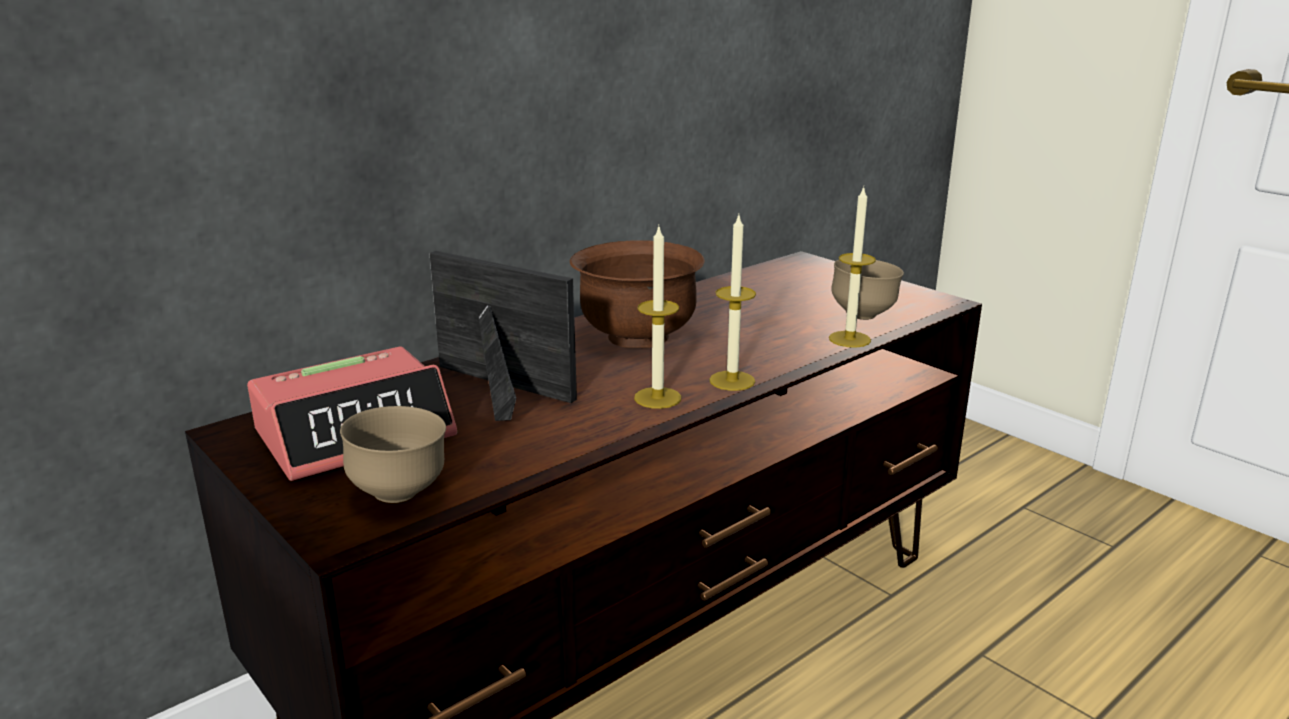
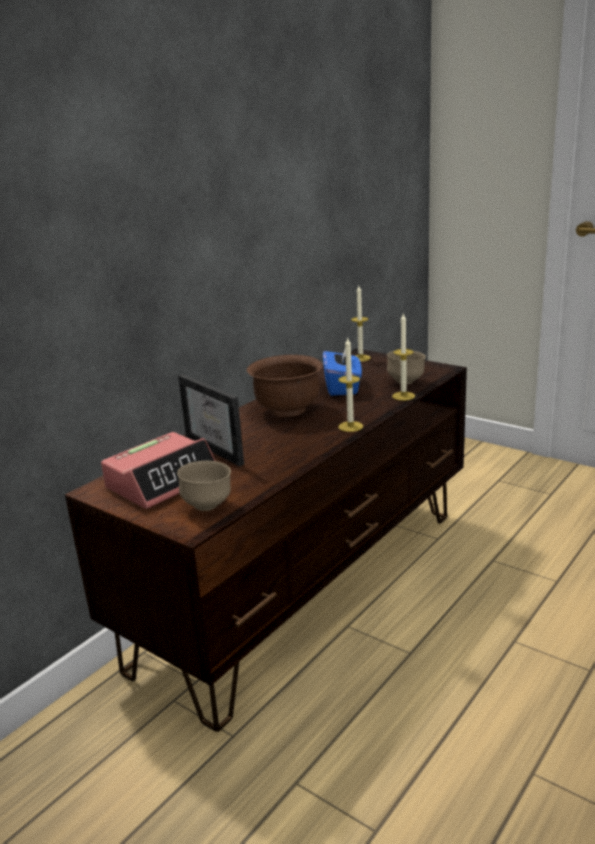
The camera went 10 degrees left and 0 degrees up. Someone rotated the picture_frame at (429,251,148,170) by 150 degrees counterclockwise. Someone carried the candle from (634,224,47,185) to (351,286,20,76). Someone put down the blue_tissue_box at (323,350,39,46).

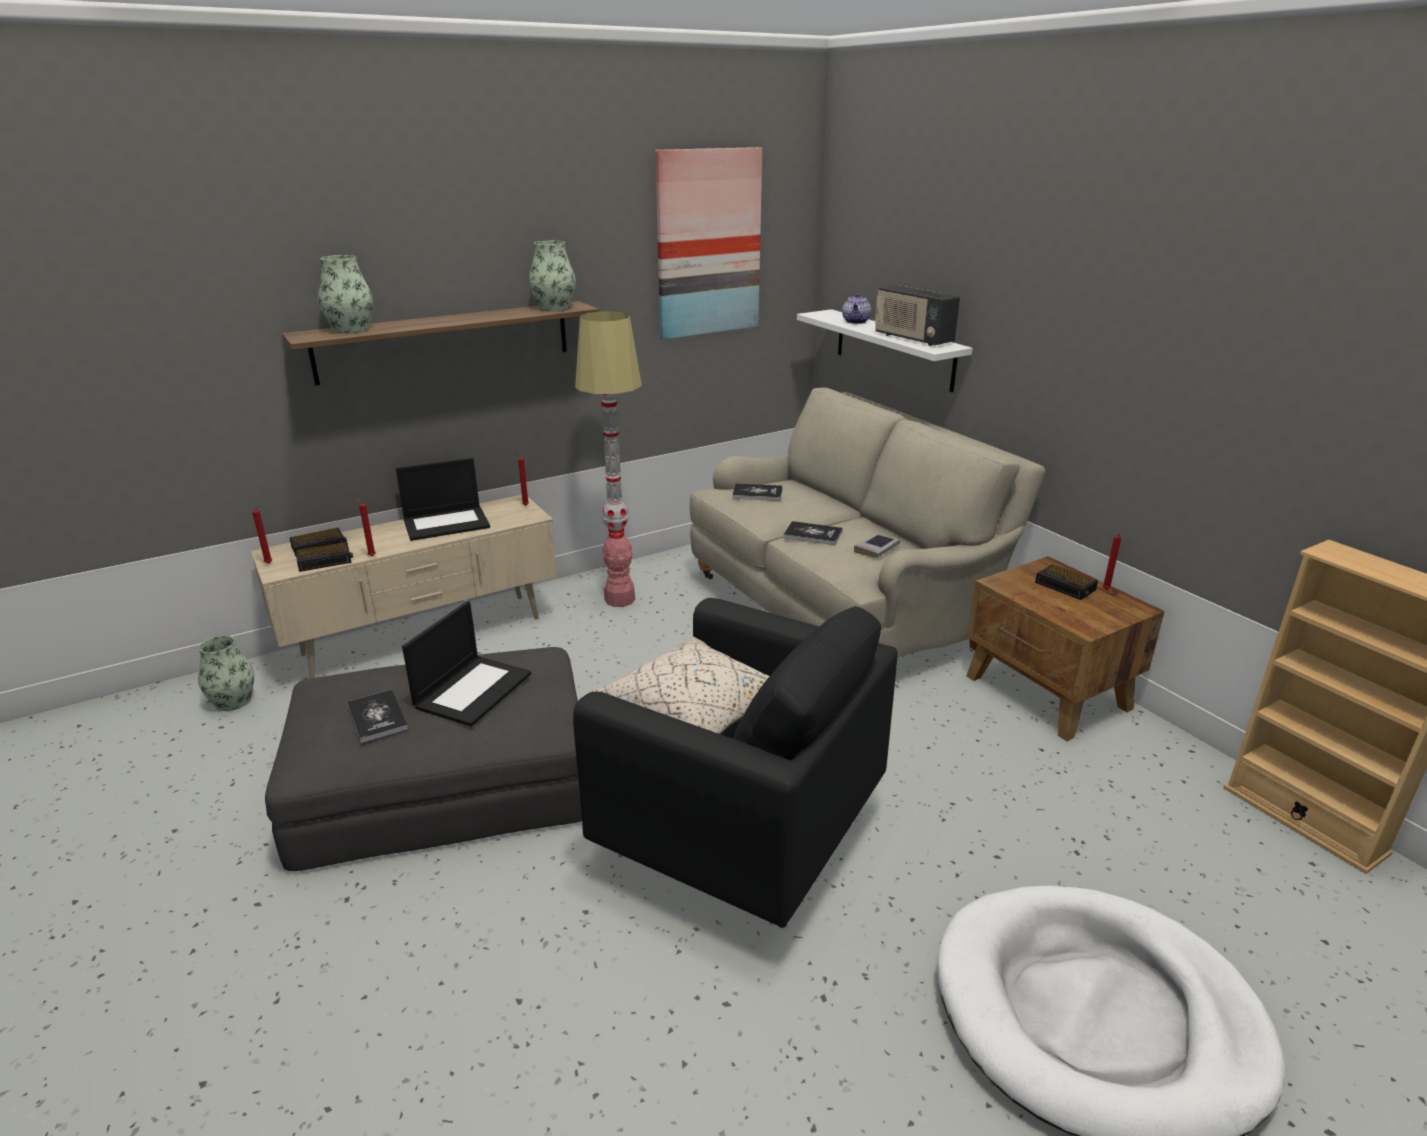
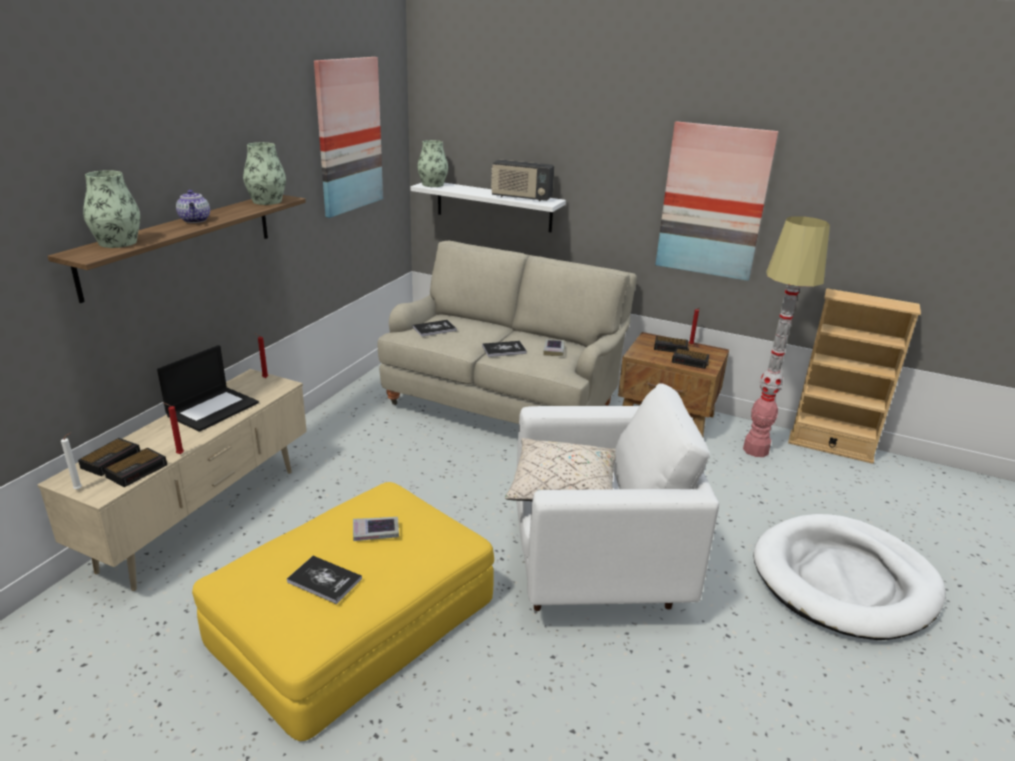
The camera went 35 degrees left and 0 degrees up. Someone carried the vase from (198,636,56,75) to (417,140,31,47). Someone repainted the red_candle at (252,505,20,59), which became the white_candle at (61,433,21,57). Someone repainted the grey_ottoman at (265,647,317,224), which became the yellow_ottoman at (192,482,302,259). Someone swapped the laptop at (402,601,129,125) for the book at (353,517,46,24). Someone repainted the black_armchair at (573,598,324,330), which became the white_armchair at (516,383,203,228). Someone carried the floor_lamp from (575,311,67,296) to (743,216,87,241). Someone carried the teapot from (842,293,29,31) to (176,190,34,33). Someone put up the picture at (655,121,124,160). Someone put down the alarm_clock at (672,348,37,21).

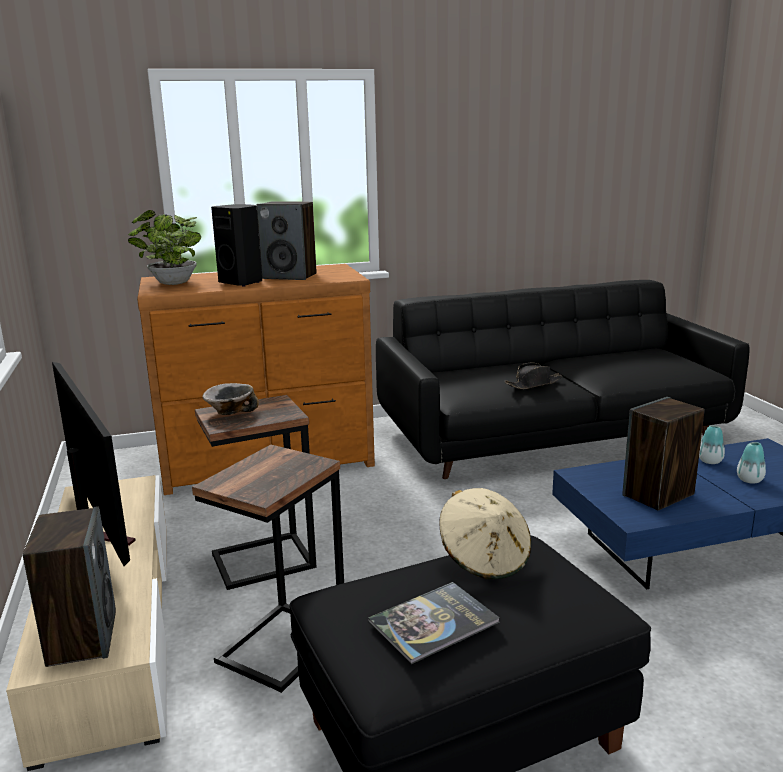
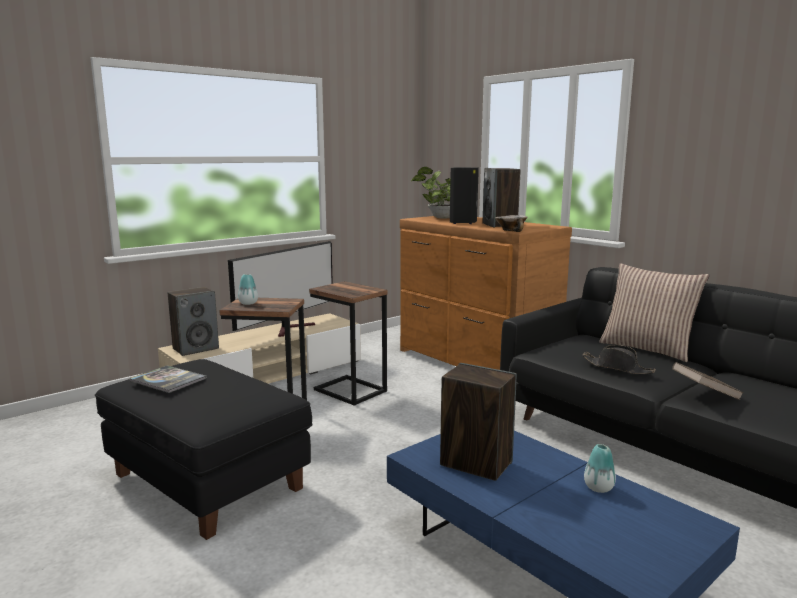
The camera went 65 degrees right and 5 degrees down. Someone carried the bowl from (202,383,57,32) to (495,215,33,17). Someone took away the beige_hat at (439,488,92,91). Someone carried the vase from (737,442,29,42) to (238,274,20,31). Someone put down the pillow at (599,263,110,99). Someone put down the brown_book at (672,362,72,38).

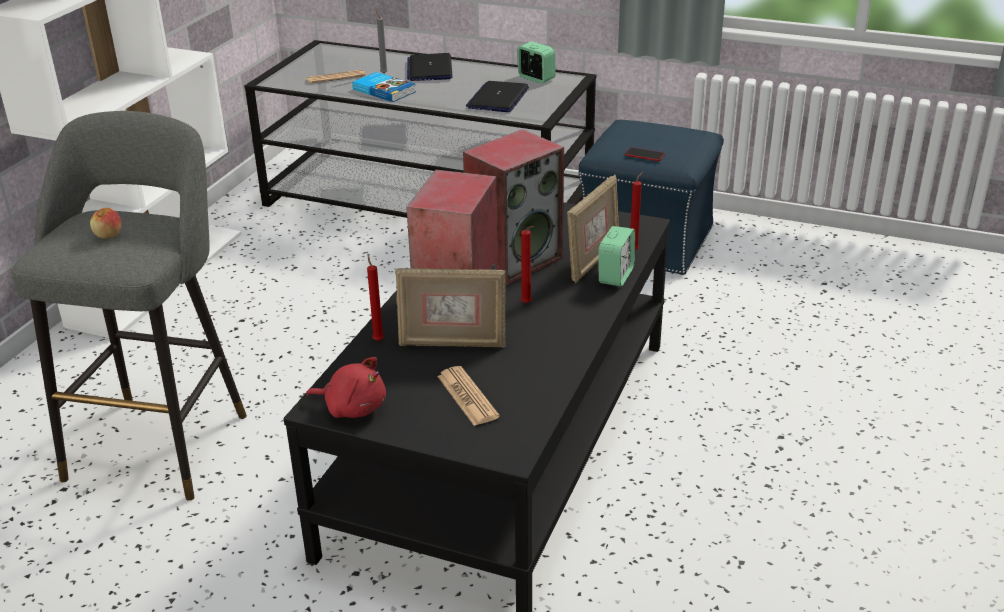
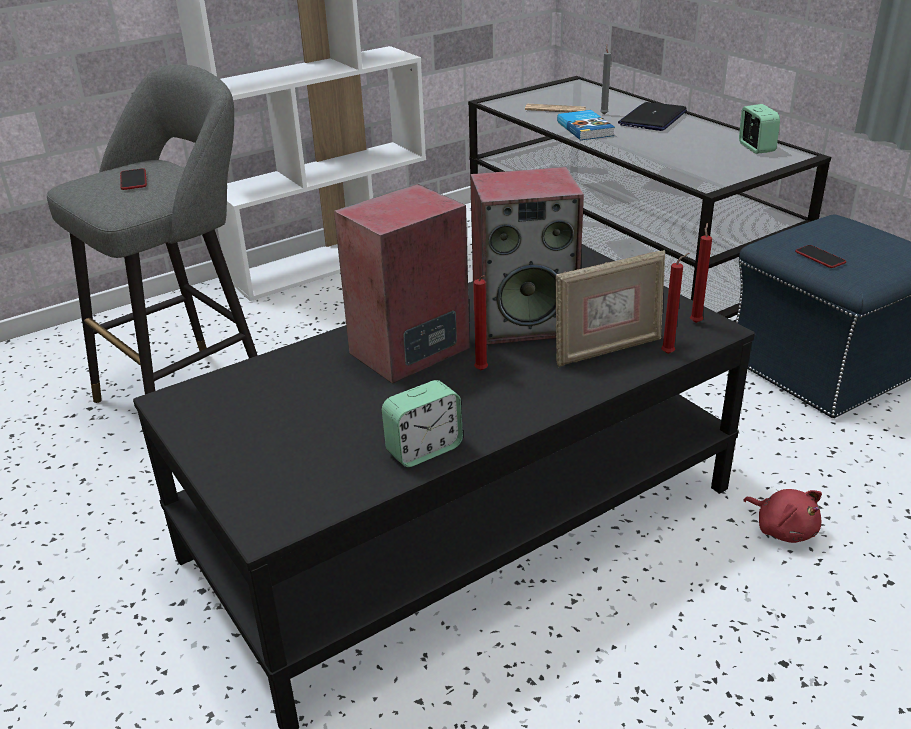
The camera went 35 degrees right and 0 degrees up. Someone swapped the apple at (90,208,32,31) for the phone at (120,168,27,22). Someone carried the red_plush_toy from (306,357,80,61) to (743,489,79,54). Someone carried the red_candle from (367,255,17,86) to (690,223,22,100). Someone took away the picture_frame at (395,268,111,80). Someone took away the newspaper at (437,366,63,60). Someone took away the laptop at (466,81,63,31). Someone carried the alarm_clock from (598,226,37,60) to (382,380,81,87).

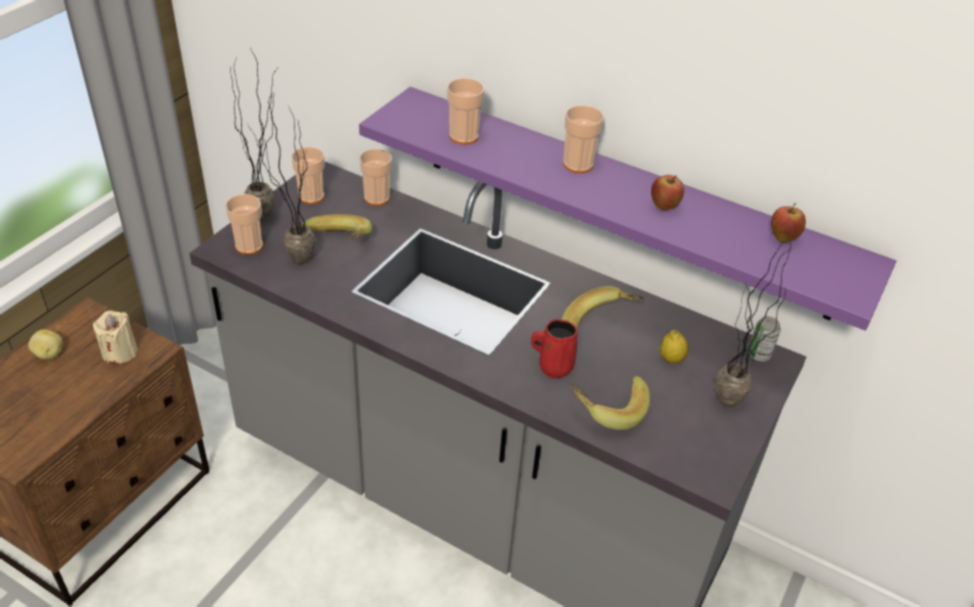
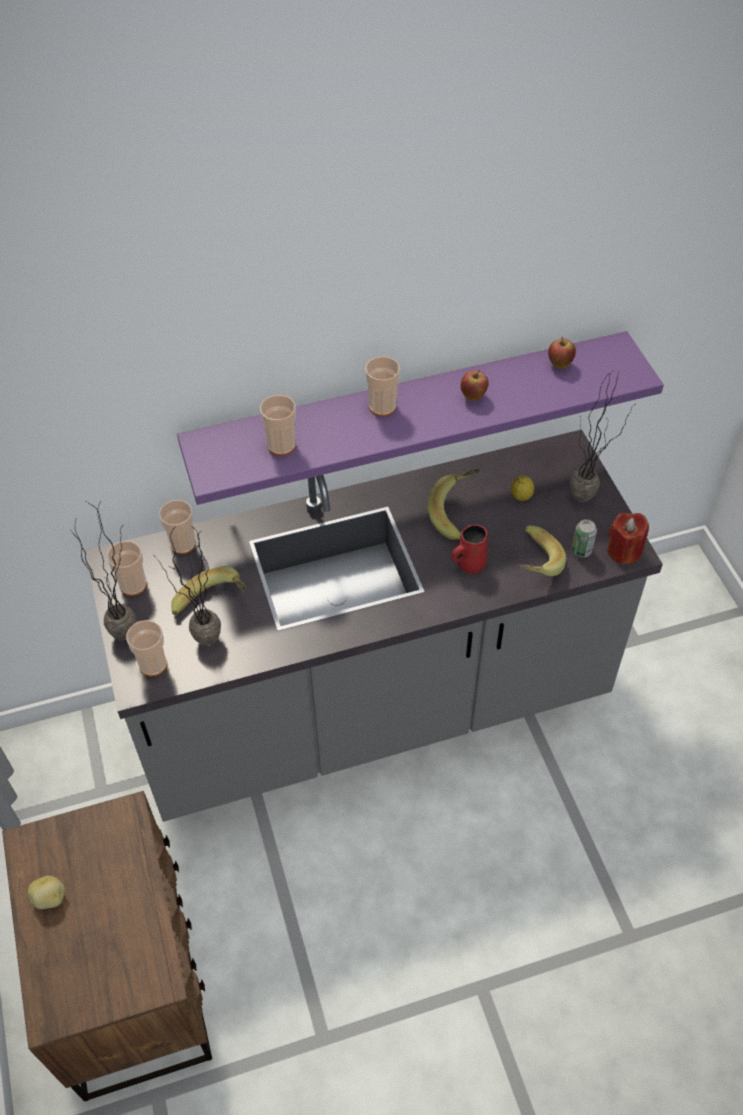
The camera went 45 degrees left and 10 degrees up. Someone took away the beige_candle at (93,311,44,53). Someone carried the can from (748,316,33,46) to (572,519,25,39). Someone put down the red_candle at (607,513,42,52).

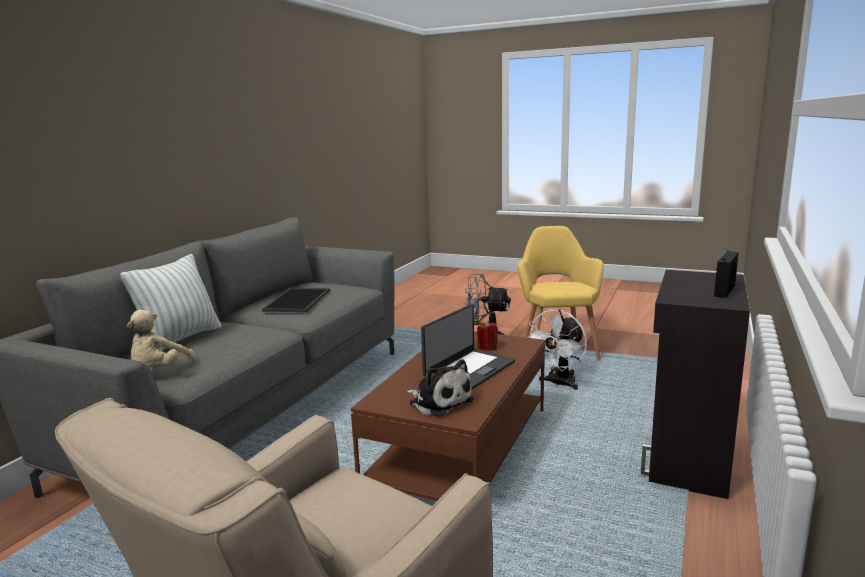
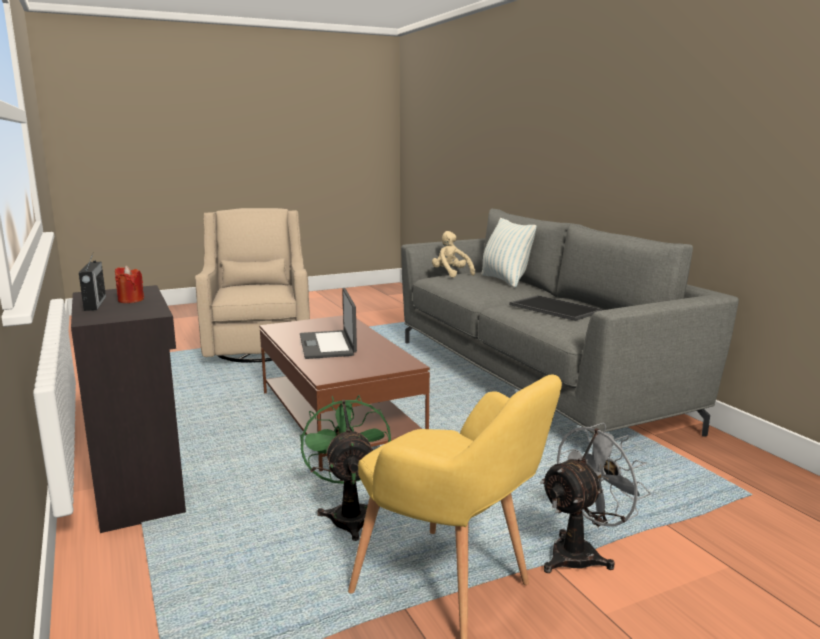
The camera went 130 degrees right and 0 degrees up. Someone took away the plush_toy at (407,359,67,58). Someone carried the red_candle from (477,321,21,30) to (115,266,29,37). Someone repainted the white_fan at (527,309,60,81), which became the green_fan at (300,395,91,146).

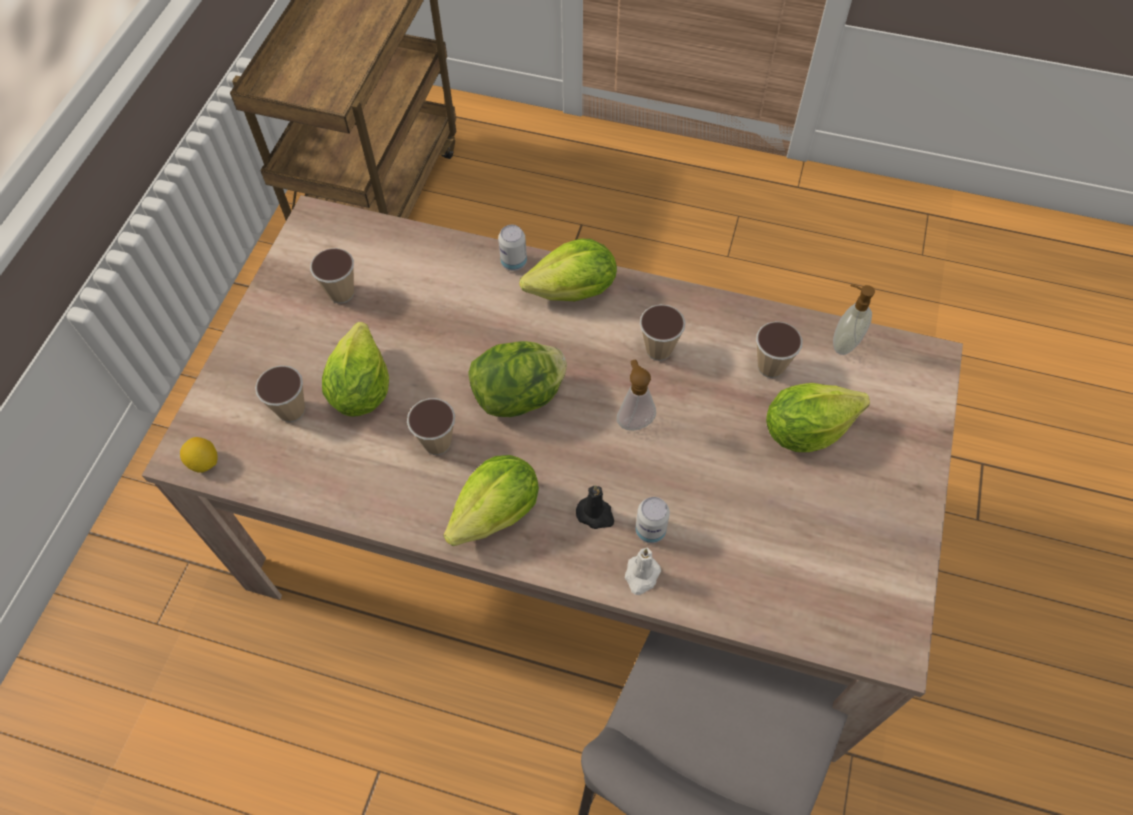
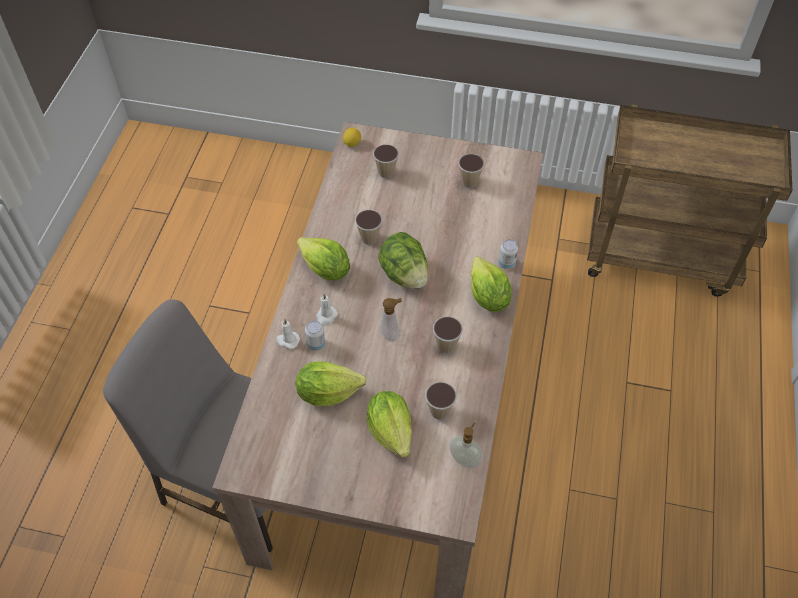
The camera went 85 degrees right and 5 degrees down. Someone carried the lettuce from (322,322,67,94) to (296,361,70,45). Someone repainted the black_candle at (576,485,38,44), which became the white_candle at (316,294,22,32).

